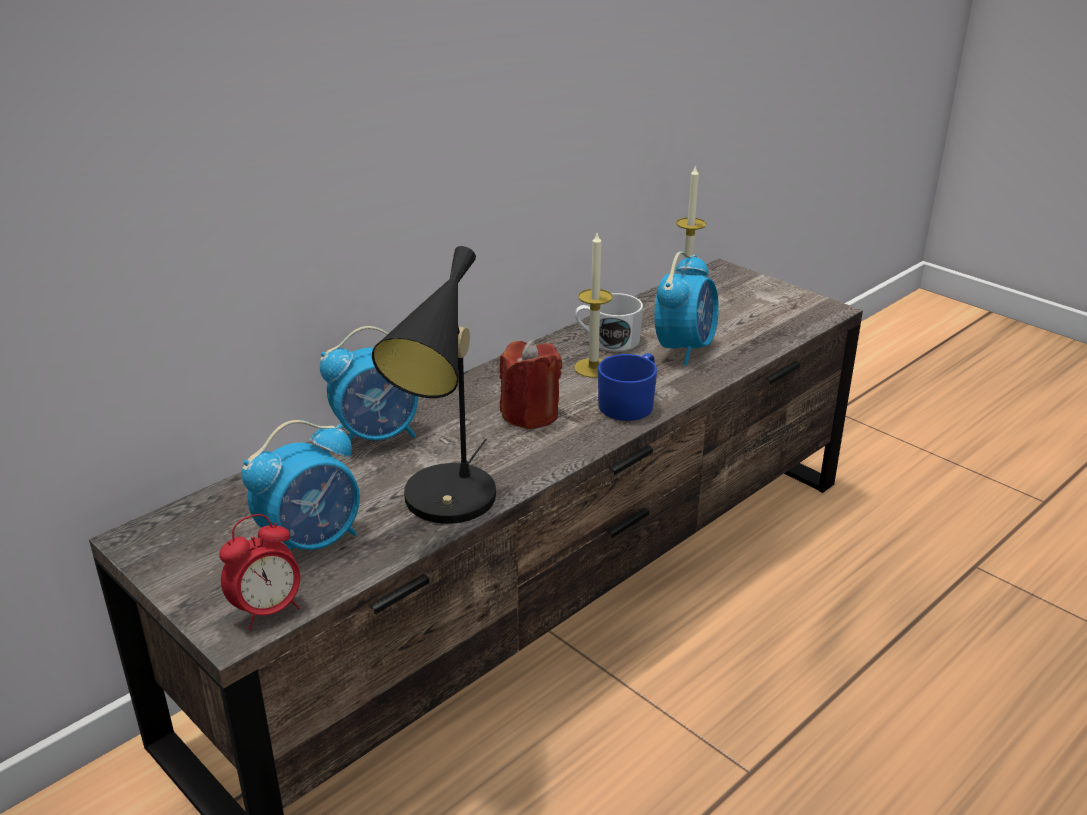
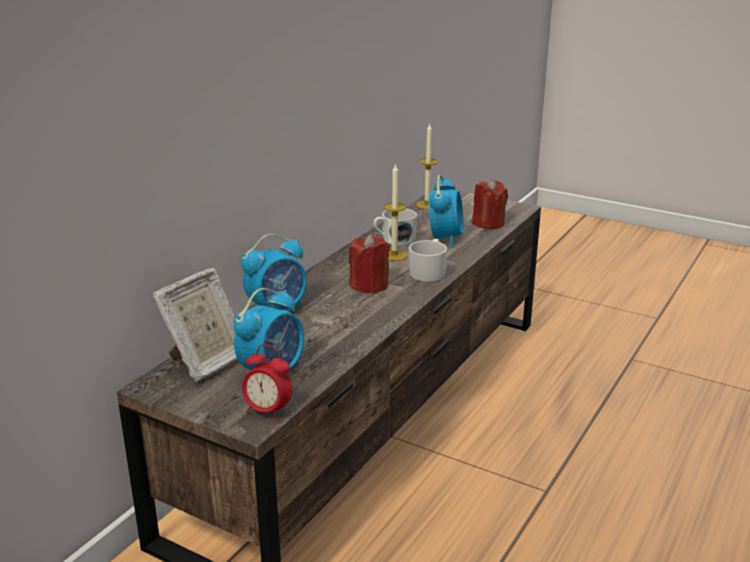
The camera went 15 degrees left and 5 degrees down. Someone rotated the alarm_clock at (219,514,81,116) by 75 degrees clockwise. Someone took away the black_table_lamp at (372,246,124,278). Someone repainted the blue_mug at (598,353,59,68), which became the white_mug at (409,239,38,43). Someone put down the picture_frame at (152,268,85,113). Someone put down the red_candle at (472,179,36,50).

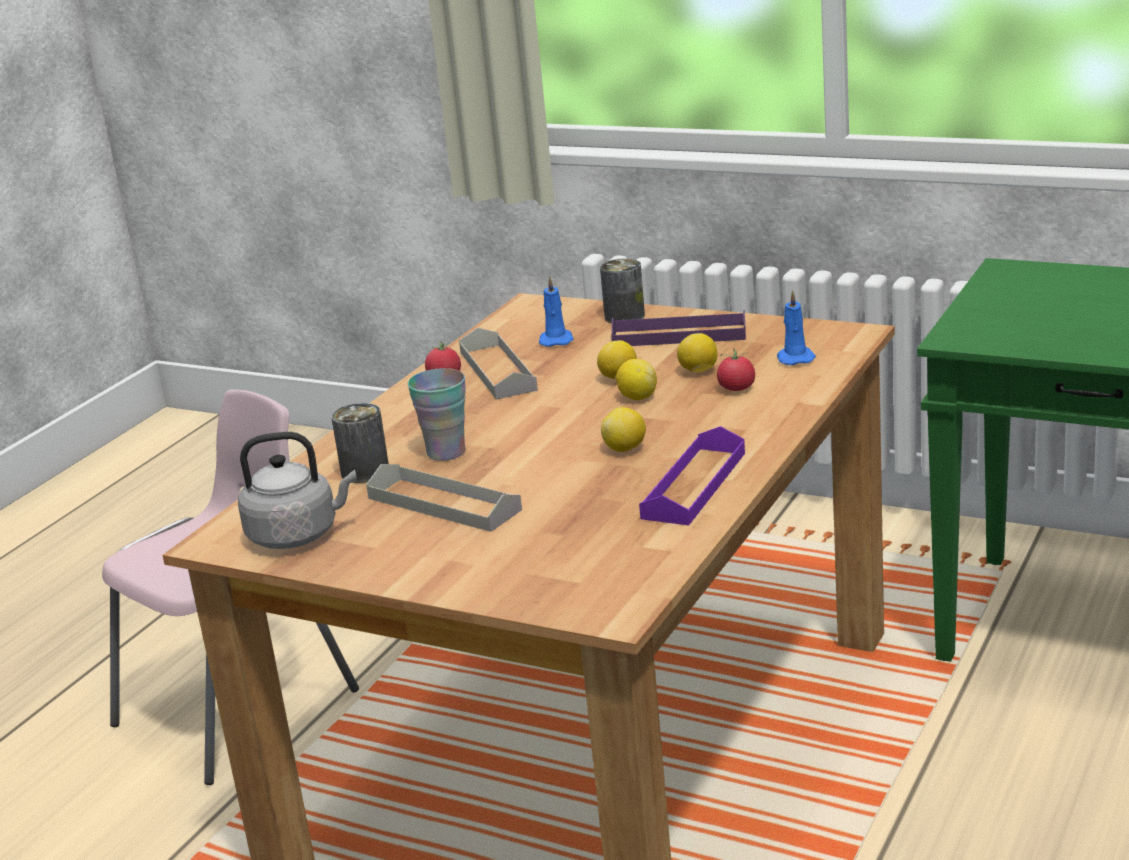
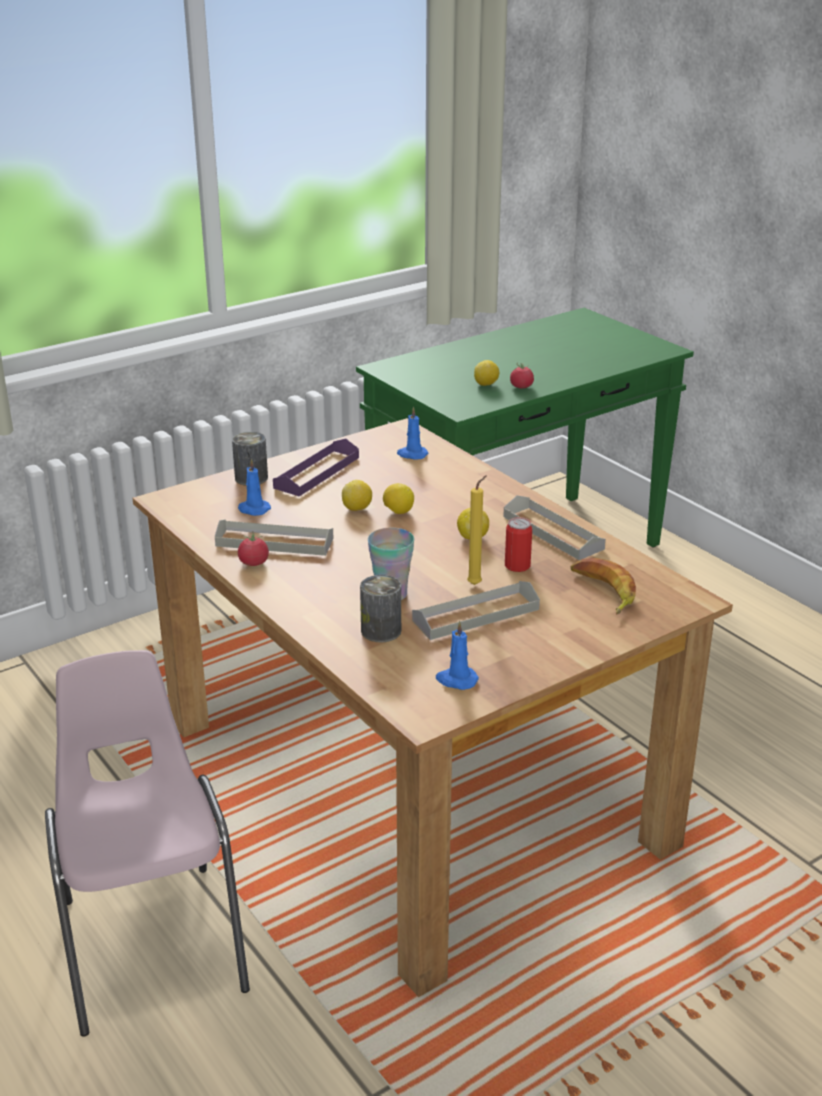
The camera went 65 degrees left and 5 degrees up. Someone swapped the grey_kettle at (238,432,119,117) for the blue_candle at (436,621,43,69). Someone repainted the purple_tray at (639,426,106,100), which became the grey_tray at (503,495,103,65). Someone carried the lemon from (677,333,41,39) to (474,360,25,26). Someone carried the tomato from (717,349,38,42) to (510,363,24,25). Someone put down the yellow_candle at (467,475,20,110). Someone put down the can at (505,517,27,55). Someone put down the banana at (571,558,65,56).

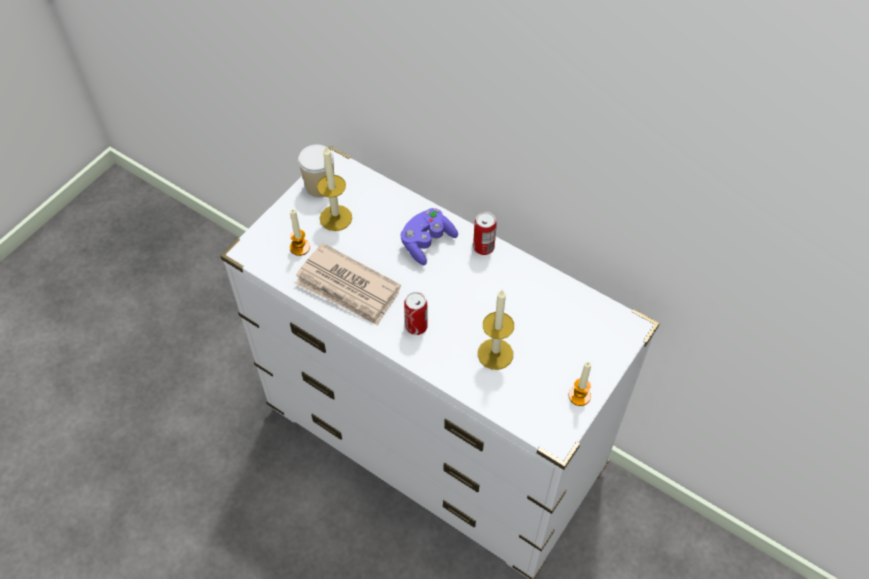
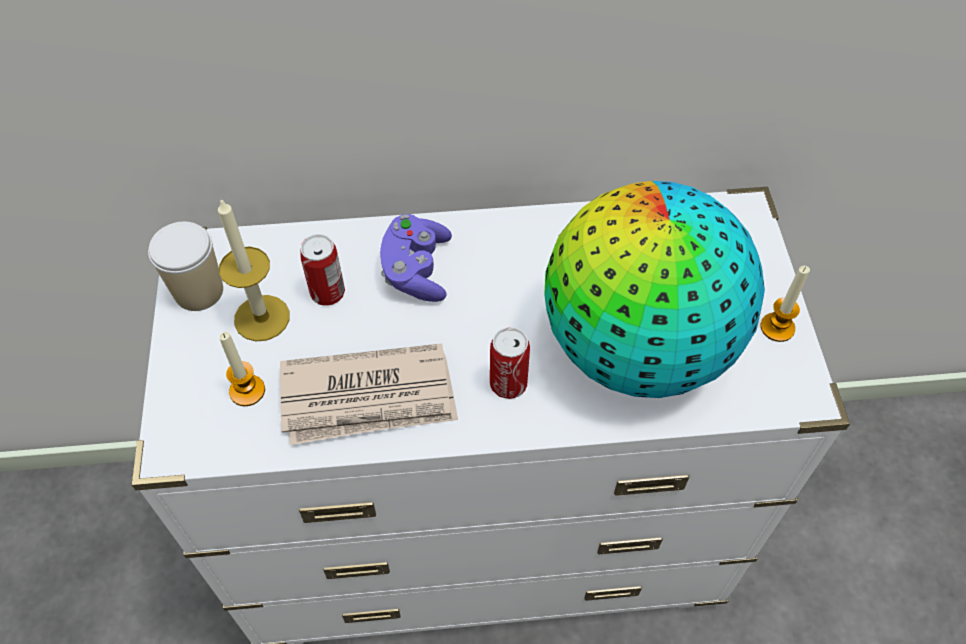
The camera went 40 degrees left and 0 degrees up. Someone carried the can from (473,212,24,43) to (301,234,44,72). Someone swapped the candle at (478,290,36,80) for the globe at (544,181,221,217).

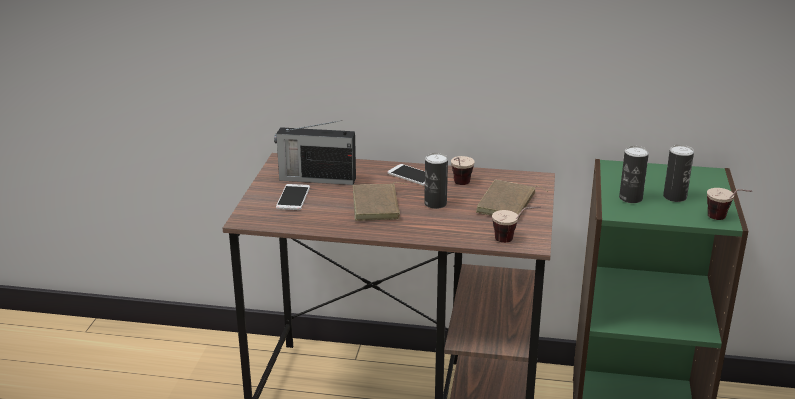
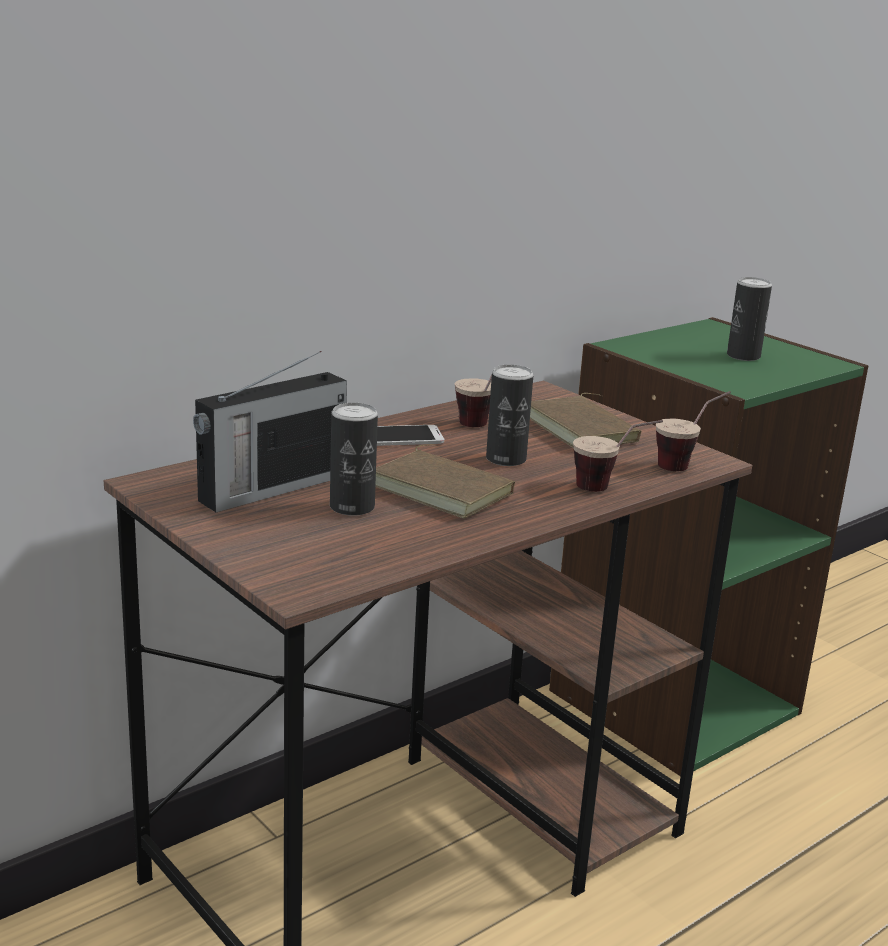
The camera went 50 degrees left and 5 degrees down. Someone took away the phone at (276,184,34,26). Someone carried the can from (619,146,30,57) to (330,403,48,113). Someone carried the cup from (707,188,45,32) to (573,420,90,72).

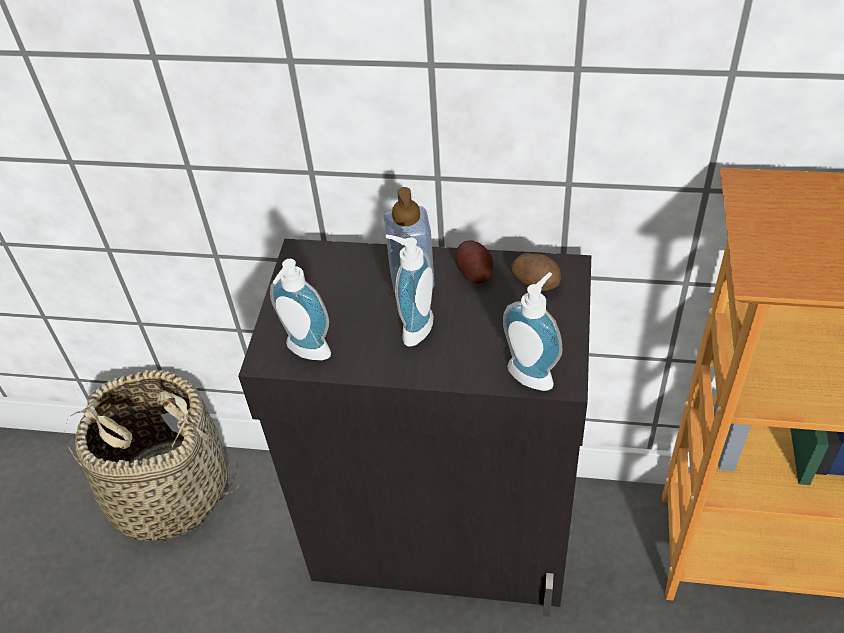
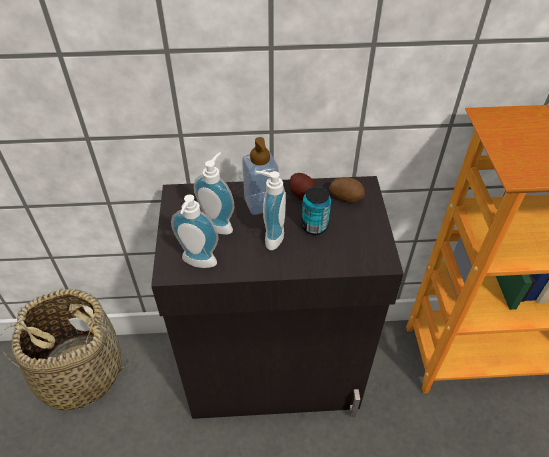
The camera went 15 degrees left and 0 degrees up. Someone carried the soap_dispenser from (503,272,59,119) to (194,152,40,83). Someone put down the can at (302,186,29,49).

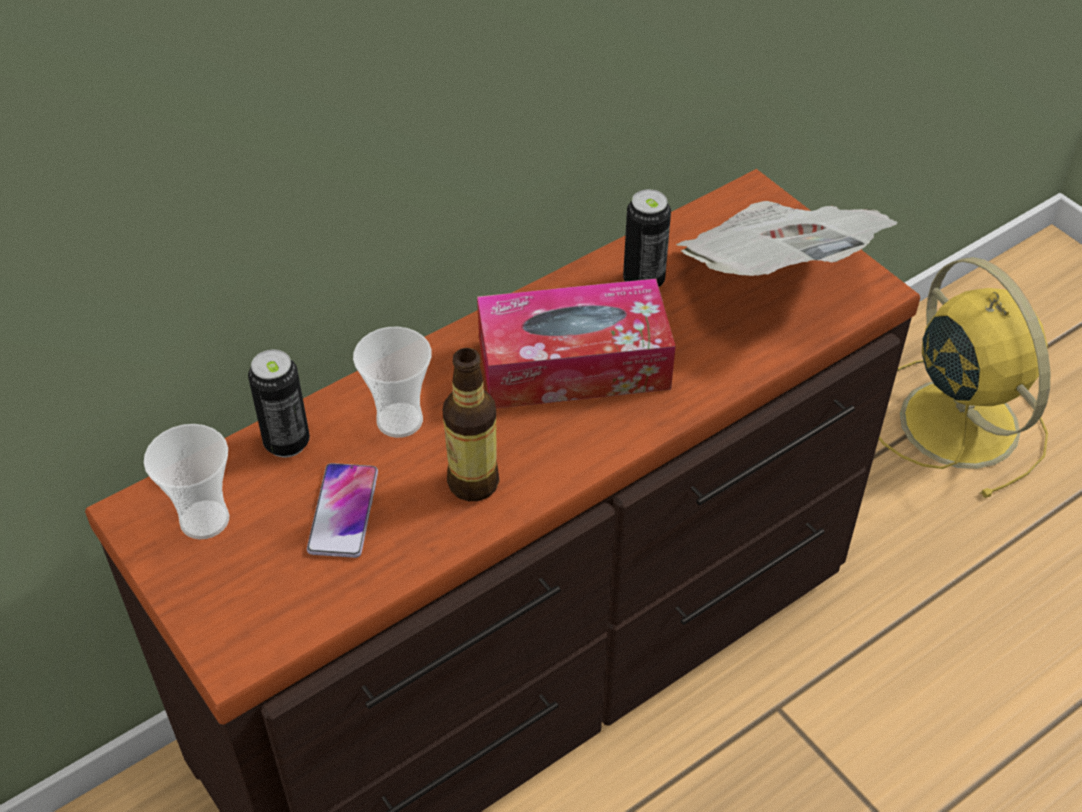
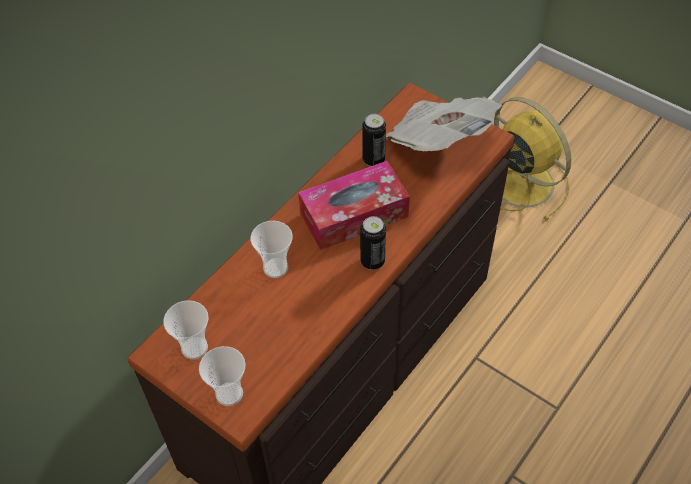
The camera went 15 degrees left and 5 degrees up. Someone carried the can from (248,349,62,108) to (360,216,26,54). Someone took away the phone at (307,463,71,95). Someone took away the bottle at (443,348,57,153). Someone put down the cup at (199,346,47,60).

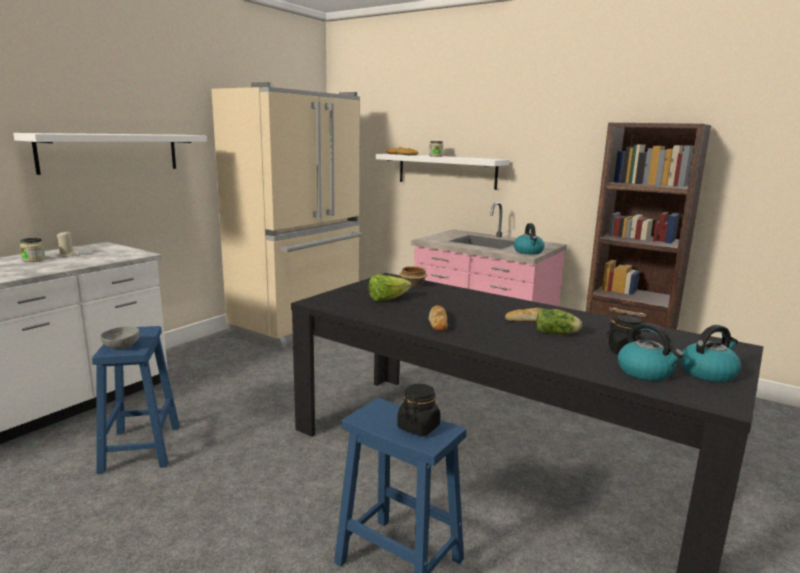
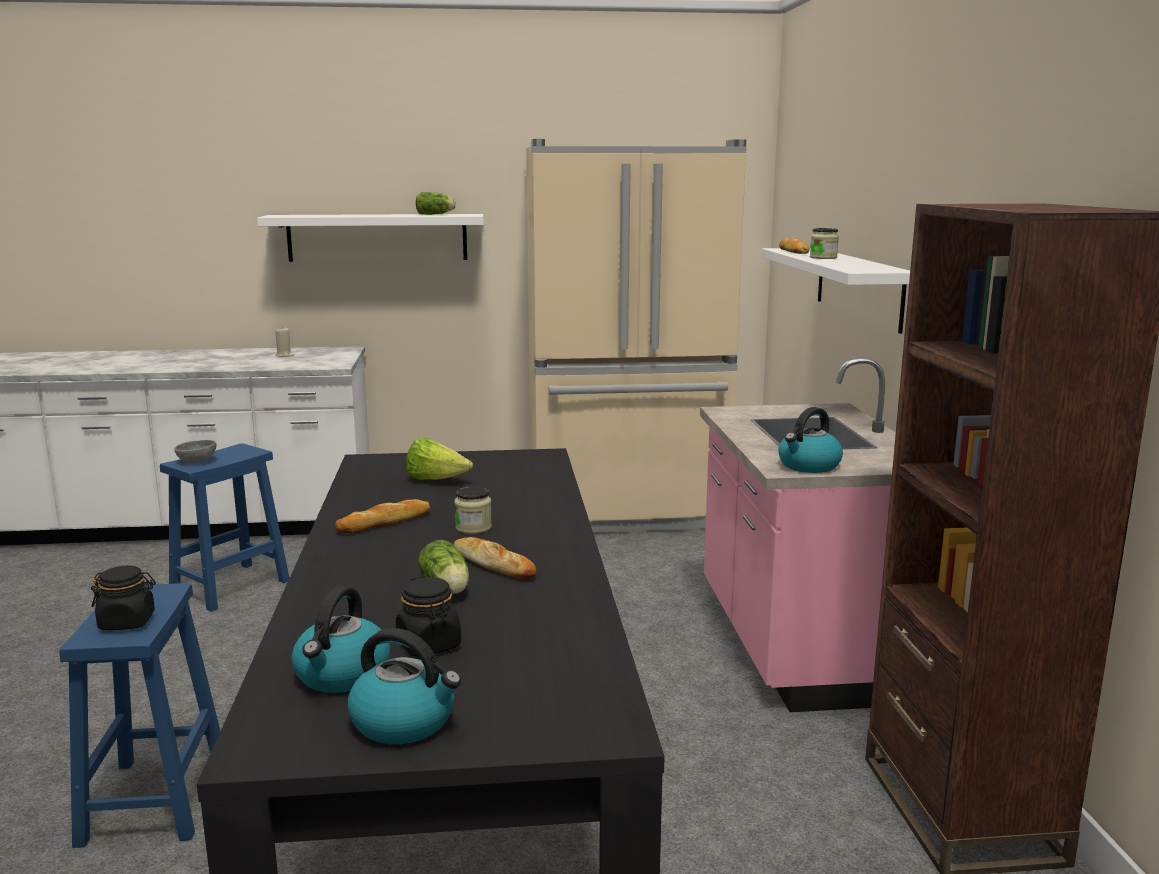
The camera went 50 degrees right and 0 degrees up. Someone carried the jar from (20,238,26,24) to (454,486,38,48). Someone took away the bowl at (399,266,28,21). Someone put down the lettuce at (416,192,40,23).

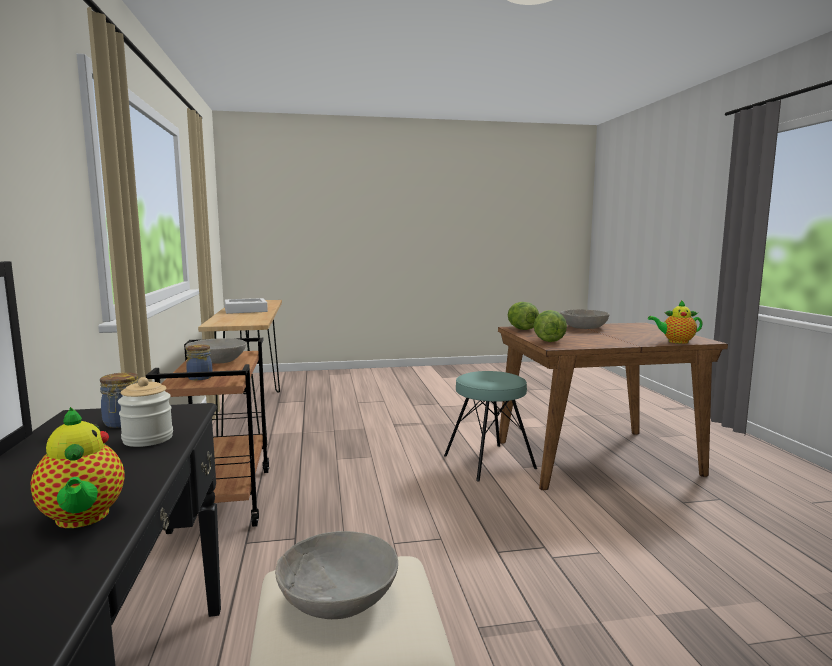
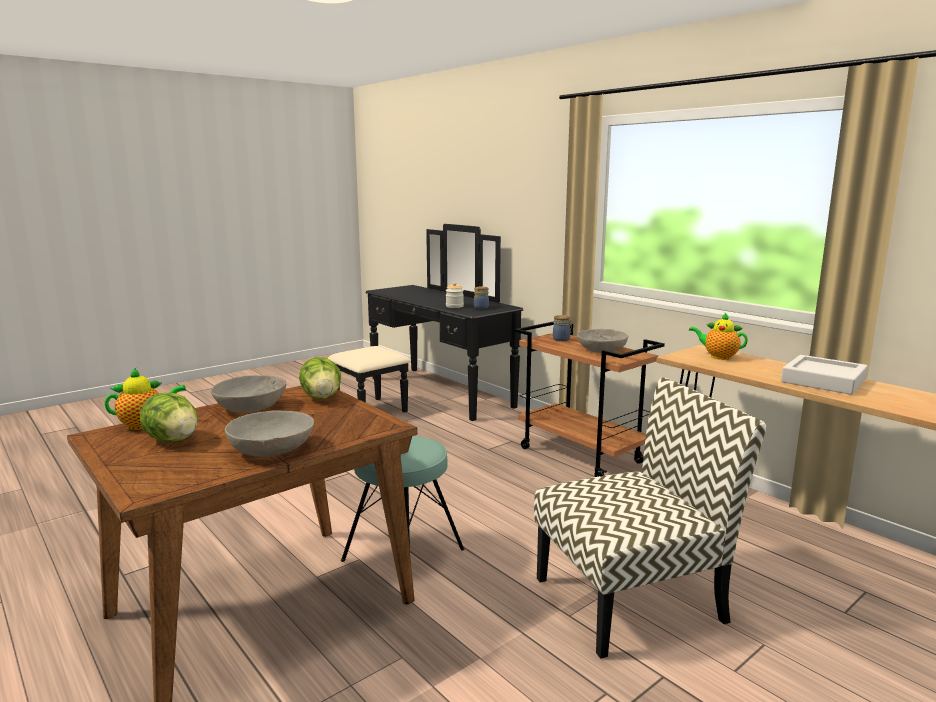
The camera went 150 degrees right and 5 degrees up. Someone carried the teapot from (31,407,94,121) to (689,312,59,48). Someone carried the grey_bowl from (275,531,123,88) to (210,375,76,38). Someone carried the lettuce from (508,302,31,28) to (140,393,58,49). Someone put down the chair at (534,377,233,282).

